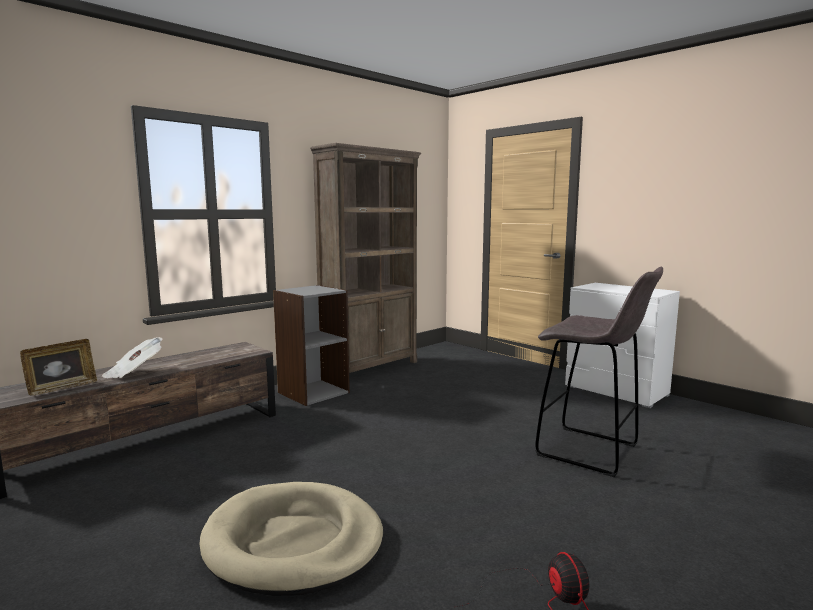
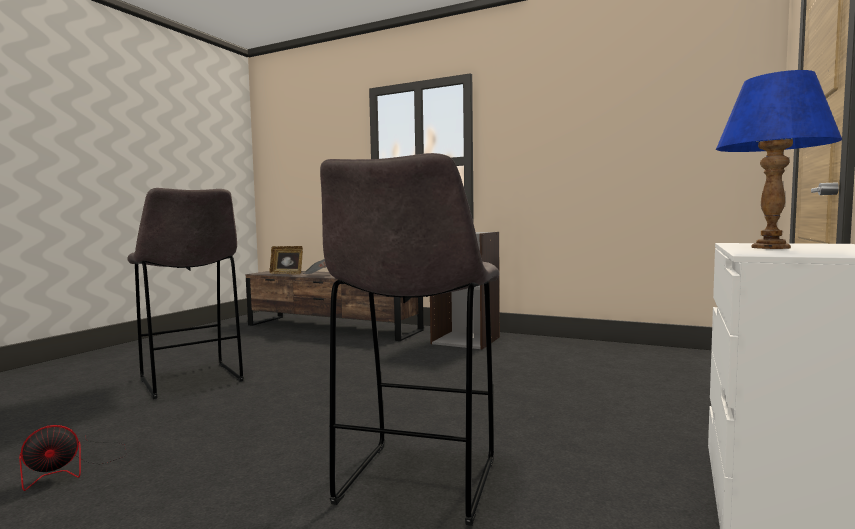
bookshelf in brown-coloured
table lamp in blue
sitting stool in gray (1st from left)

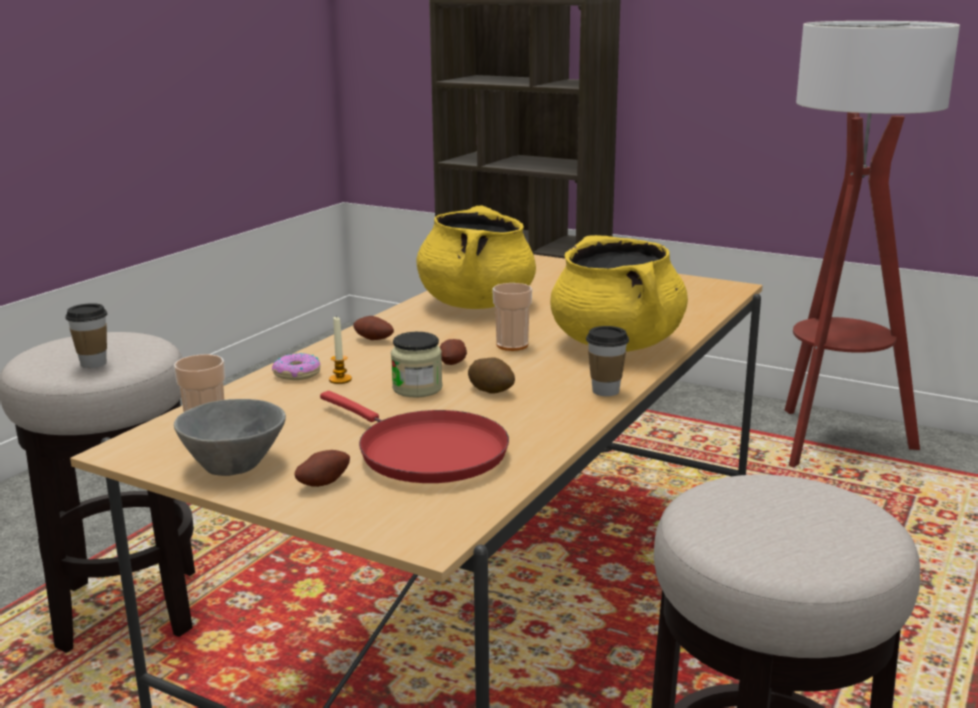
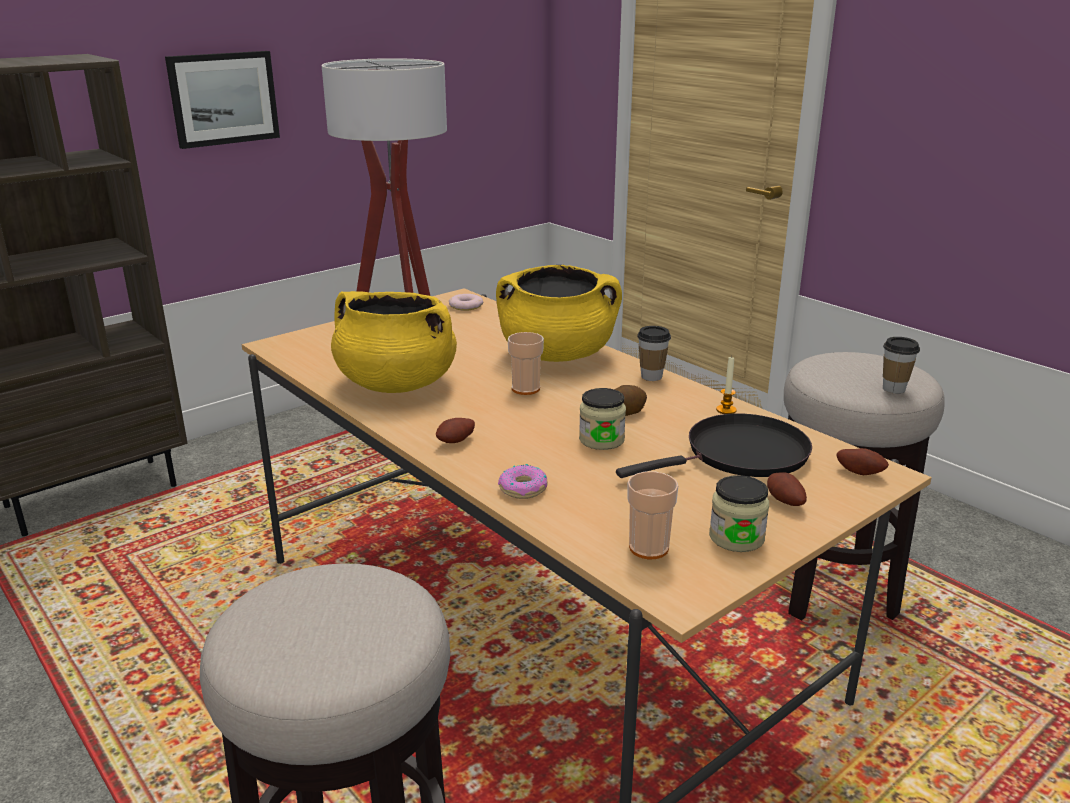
wall art
ring doughnut (1st from left)
cup (4th from left)
wax light
whole potato (4th from left)
jar (2nd from left)
pan in black

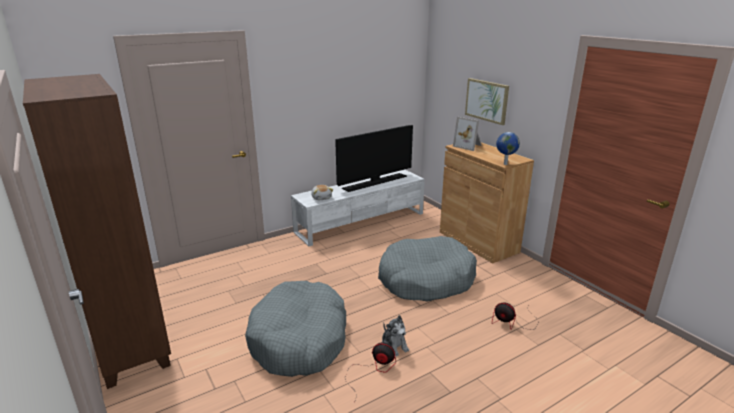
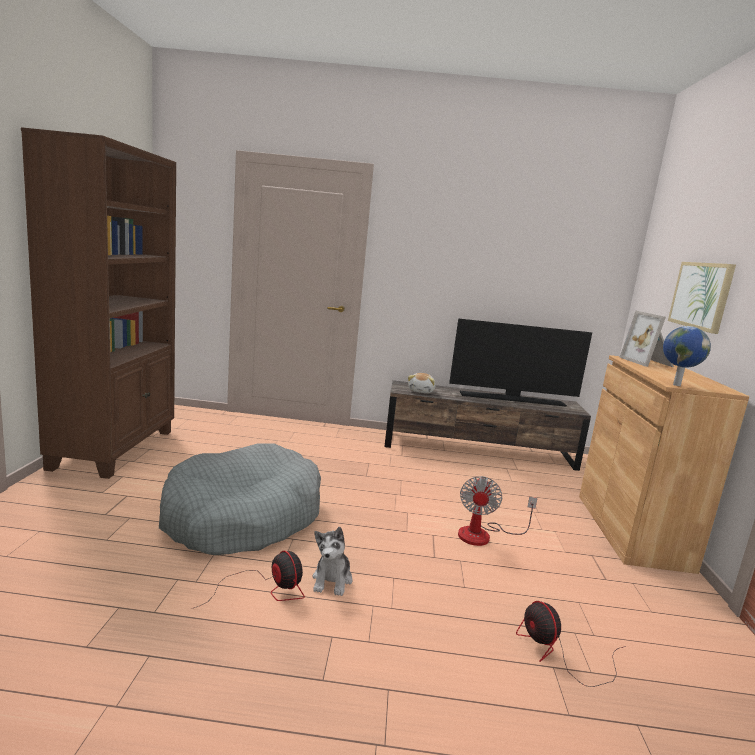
cooling fan (2nd from left)
tv stand in brown-coloured

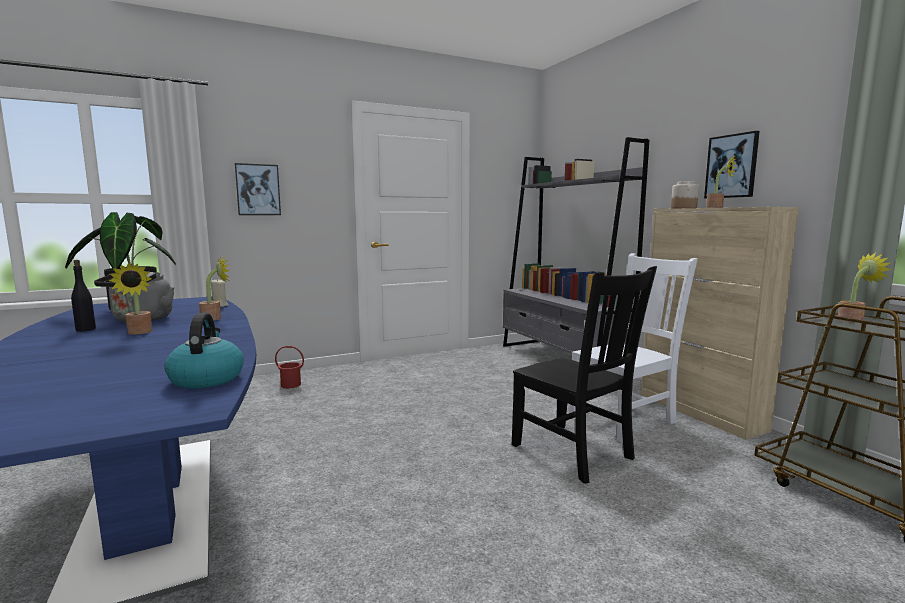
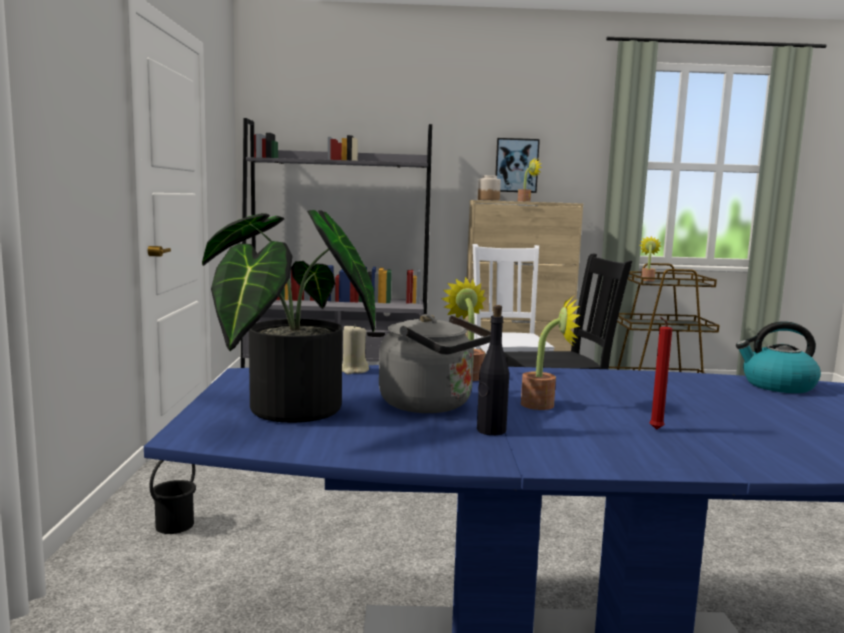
wall art (1st from left in the first image)
wax light in red
pail in black

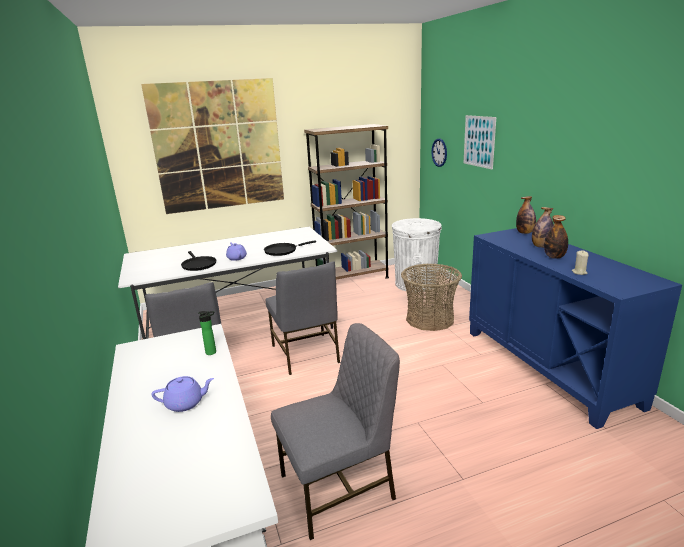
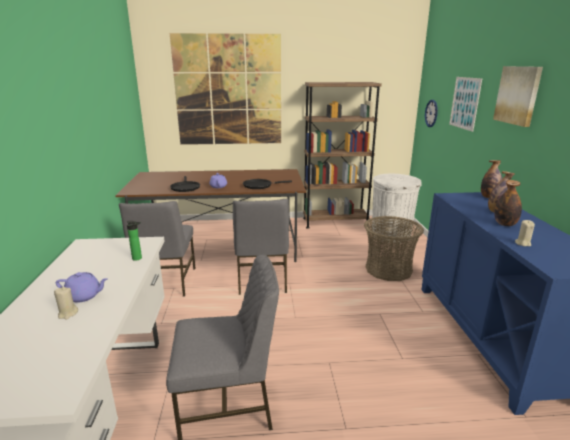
wax light in beige-coloured (1st from left)
wall art (3rd from left)
kitchen table in brown-coloured

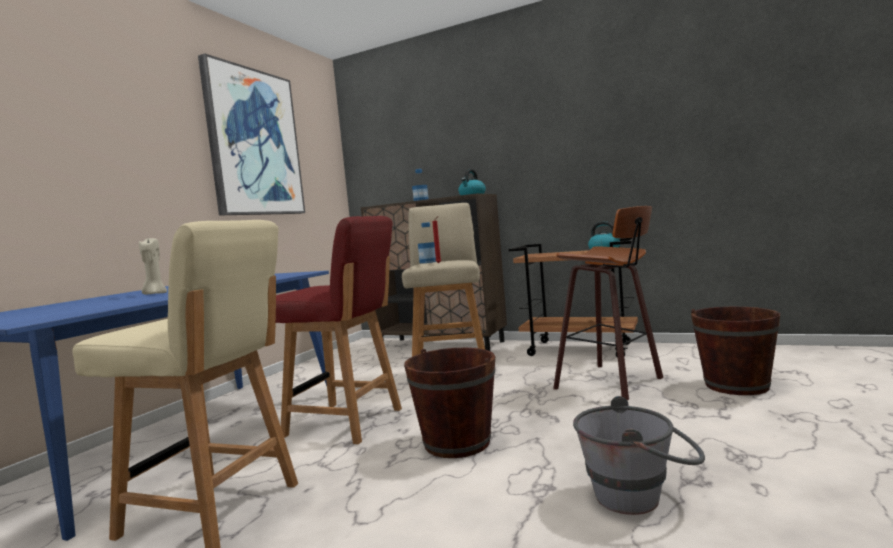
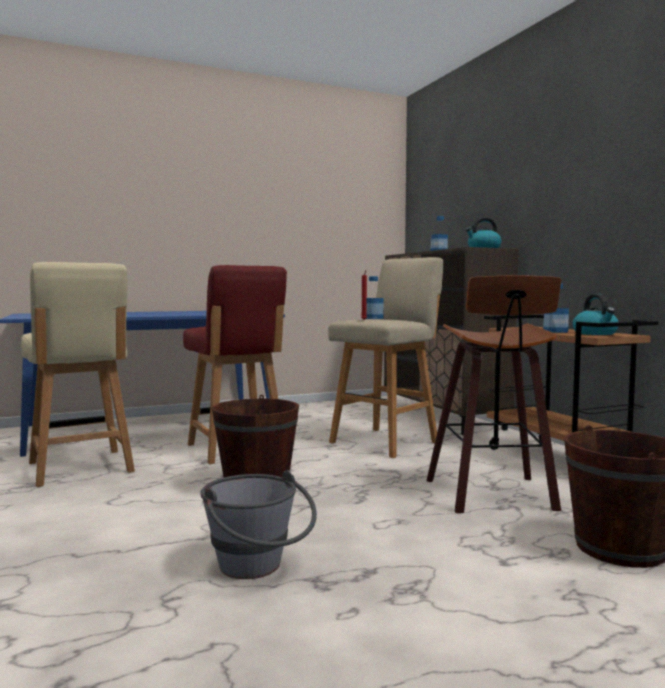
wax light in beige-coloured
wall art
drink bottle (3rd from left)

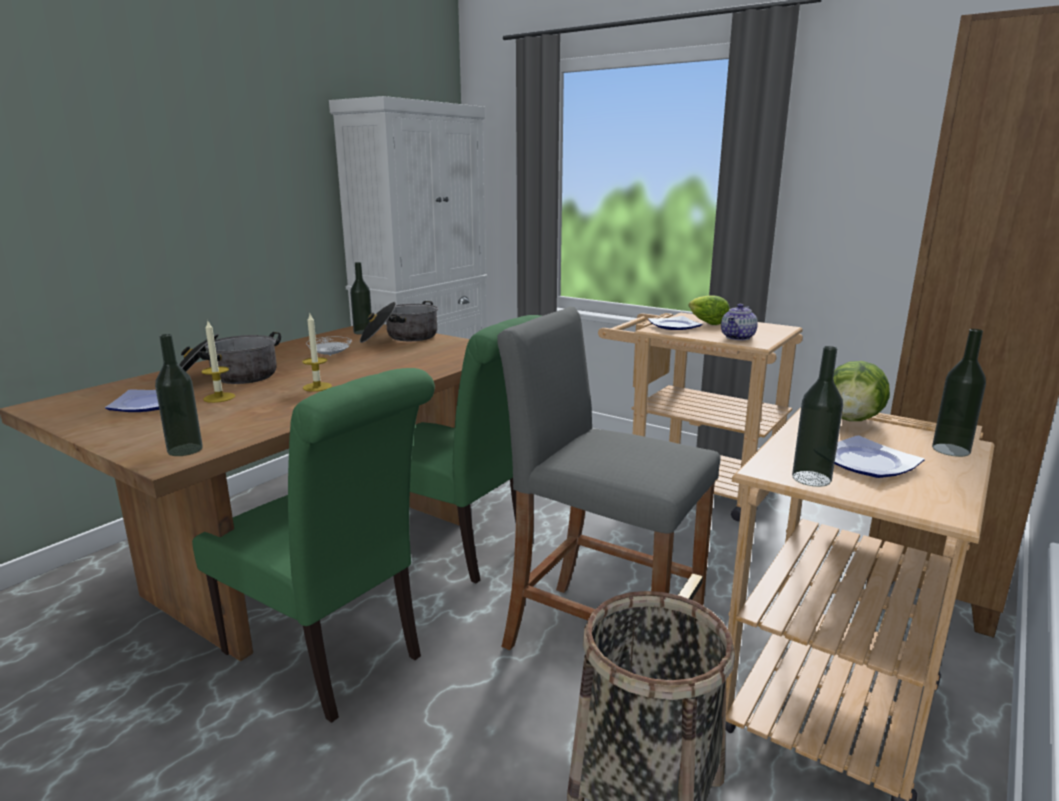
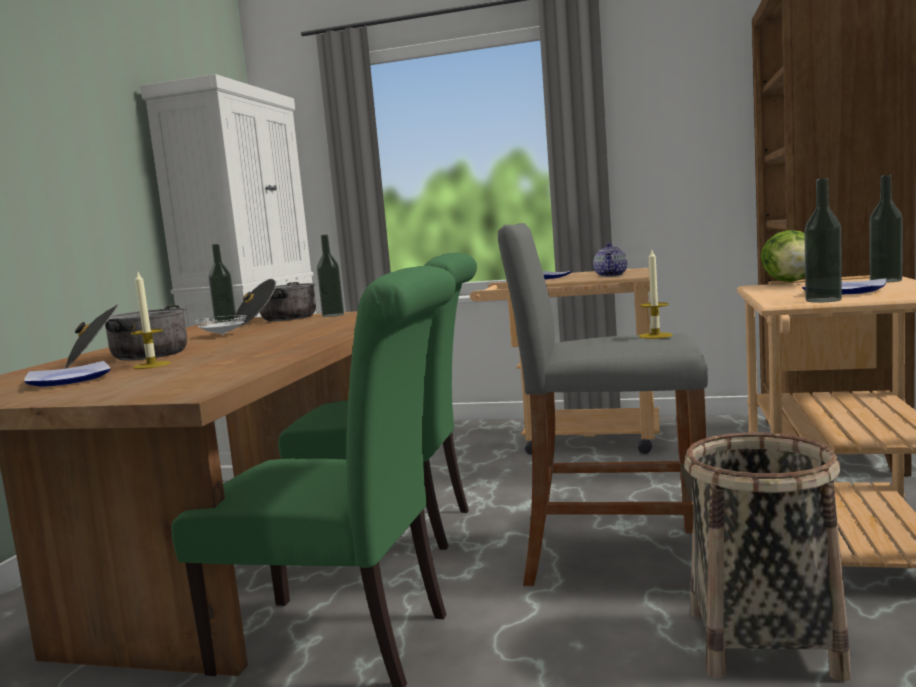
head of lettuce (1st from left in the first image)
drink bottle (2nd from left)
wax light (2nd from left)

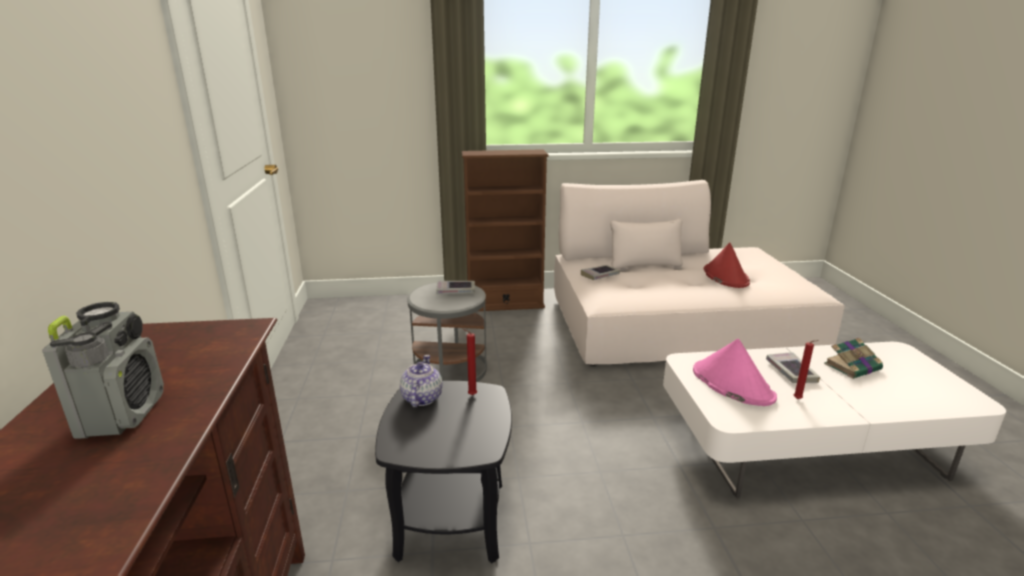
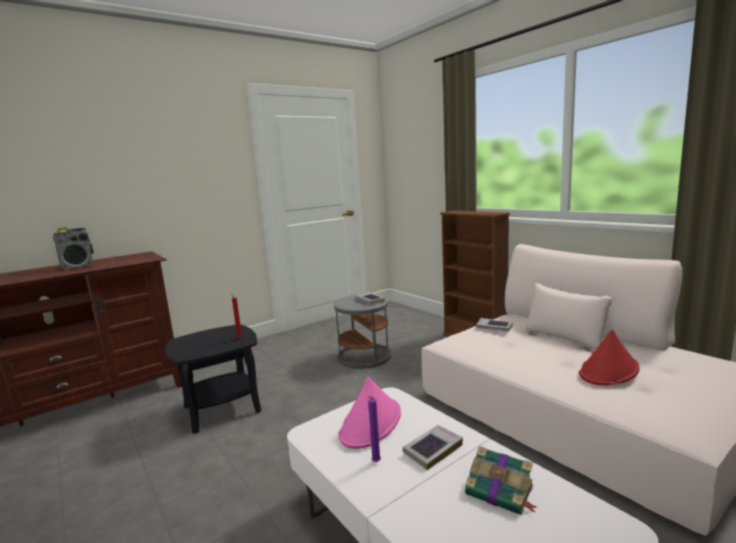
pot for tea
wax light in purple-coloured

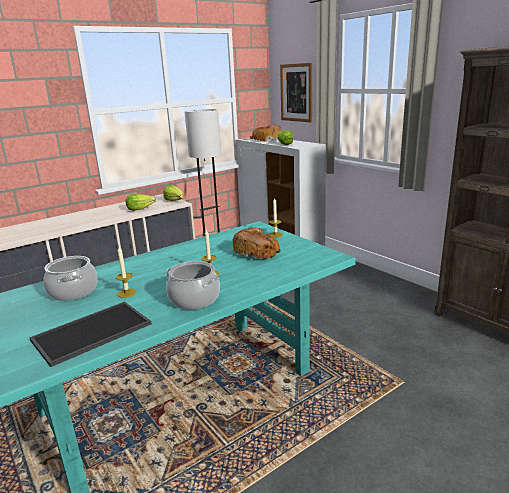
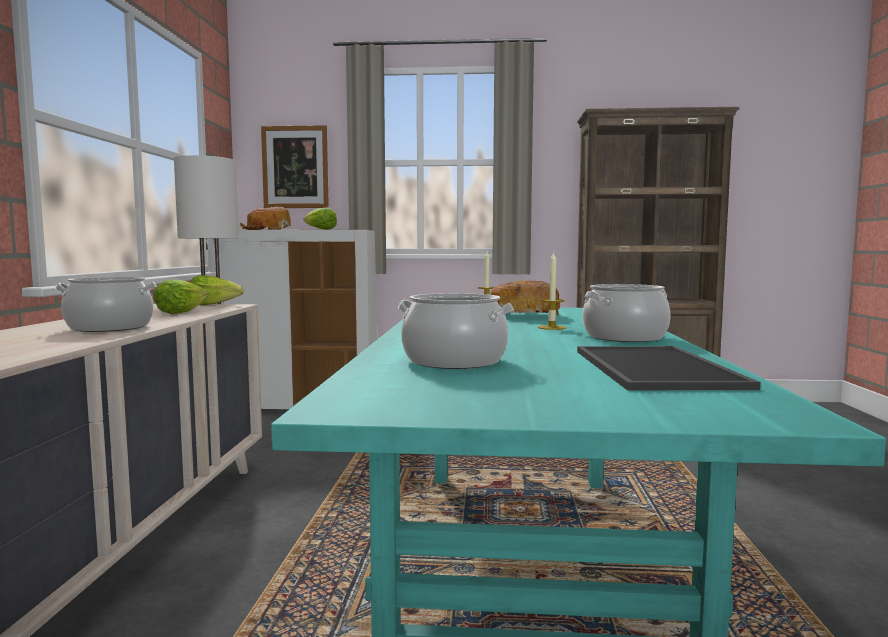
wax light (1st from left in the first image)
saucepot (1st from left)

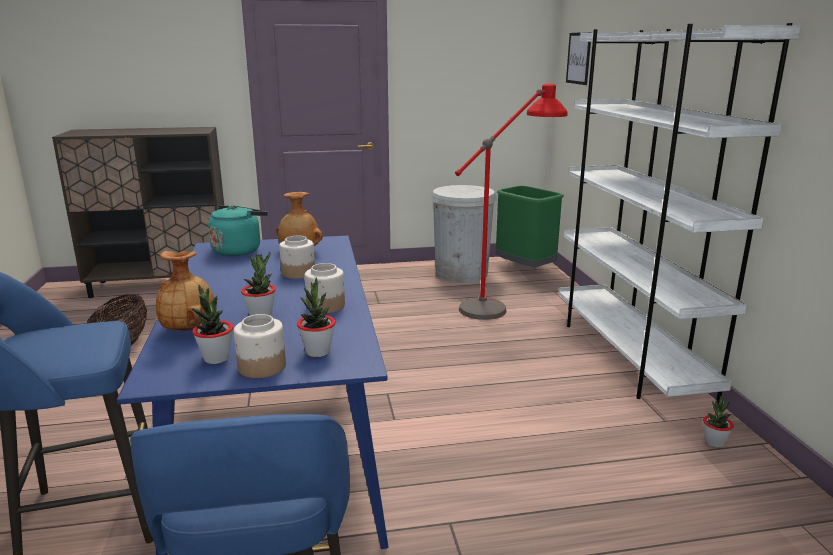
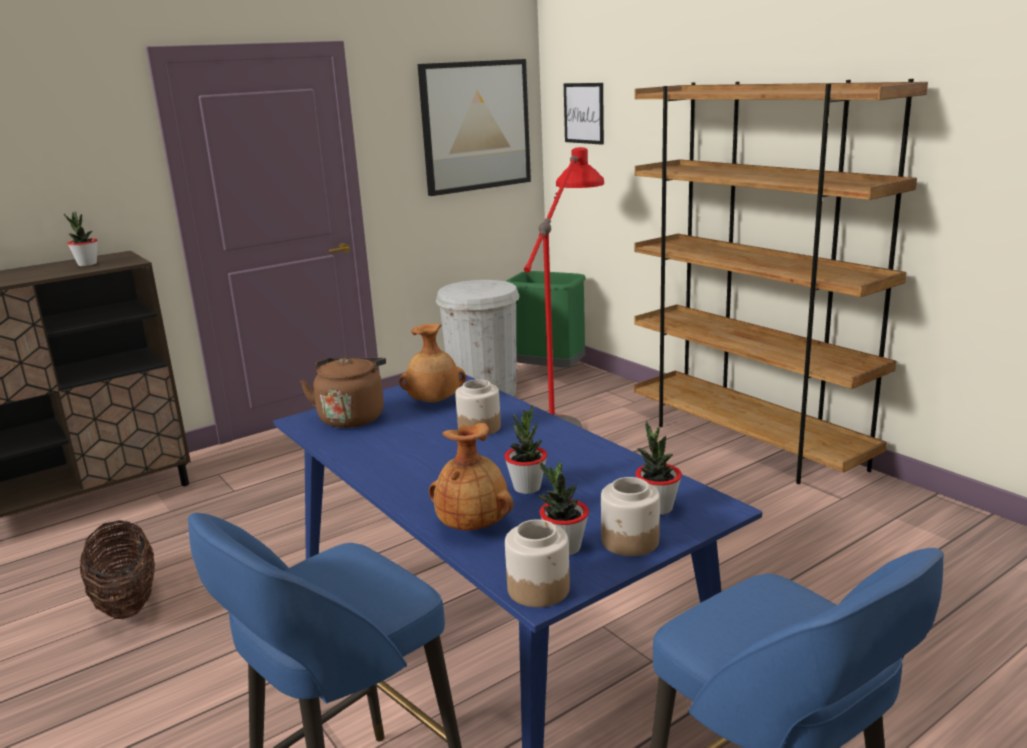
wall art (1st from left)
jar (2nd from left)
houseplant (1st from left)
kettle in brown-coloured
bookshelf in brown-coloured

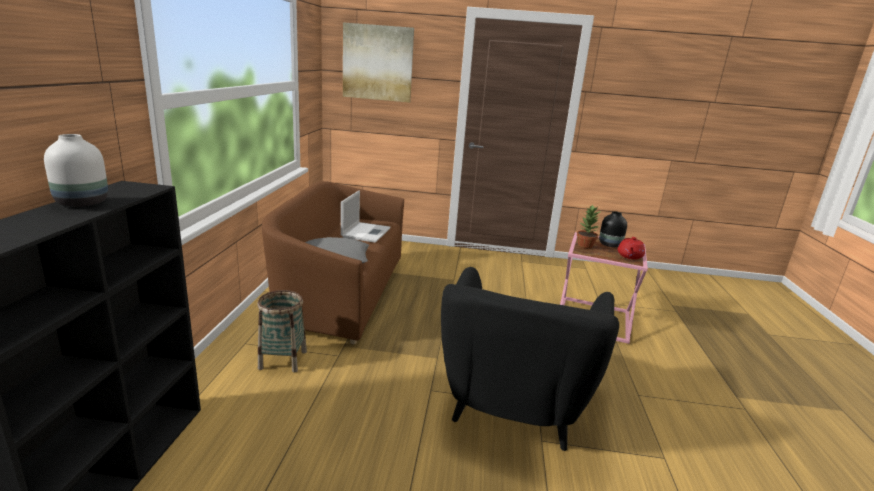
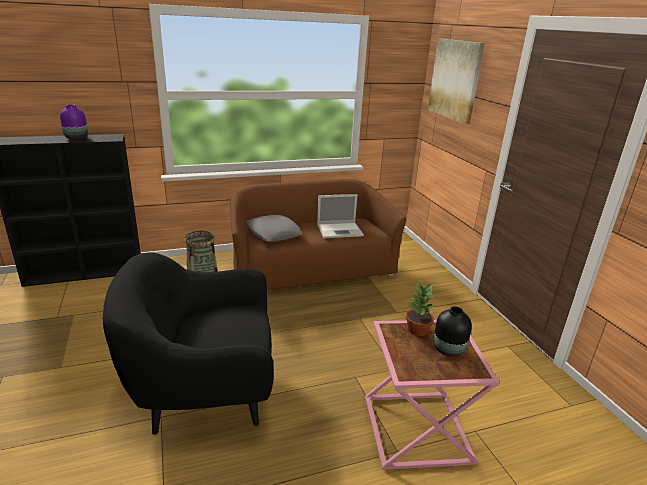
pot for tea in red
decorative vase in purple-coloured

